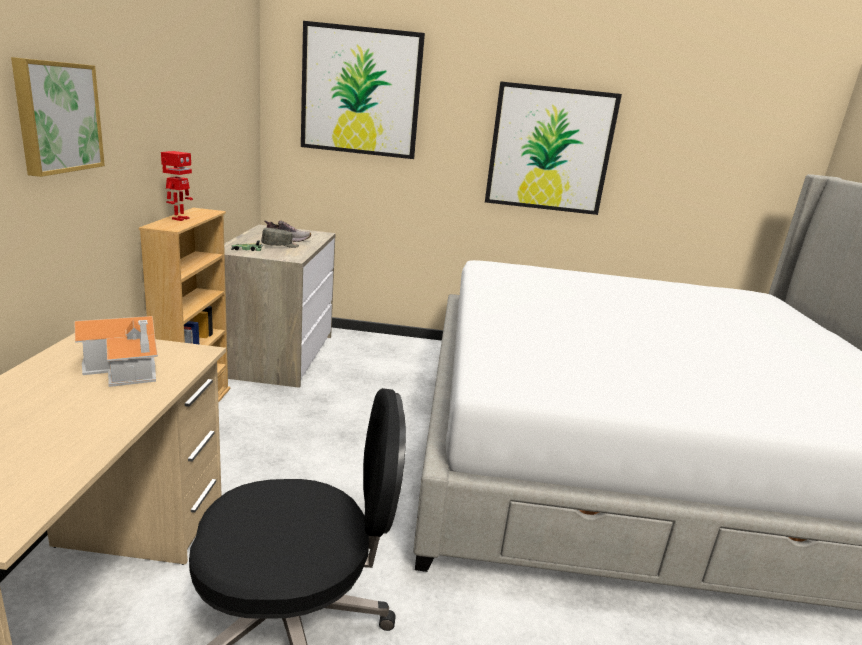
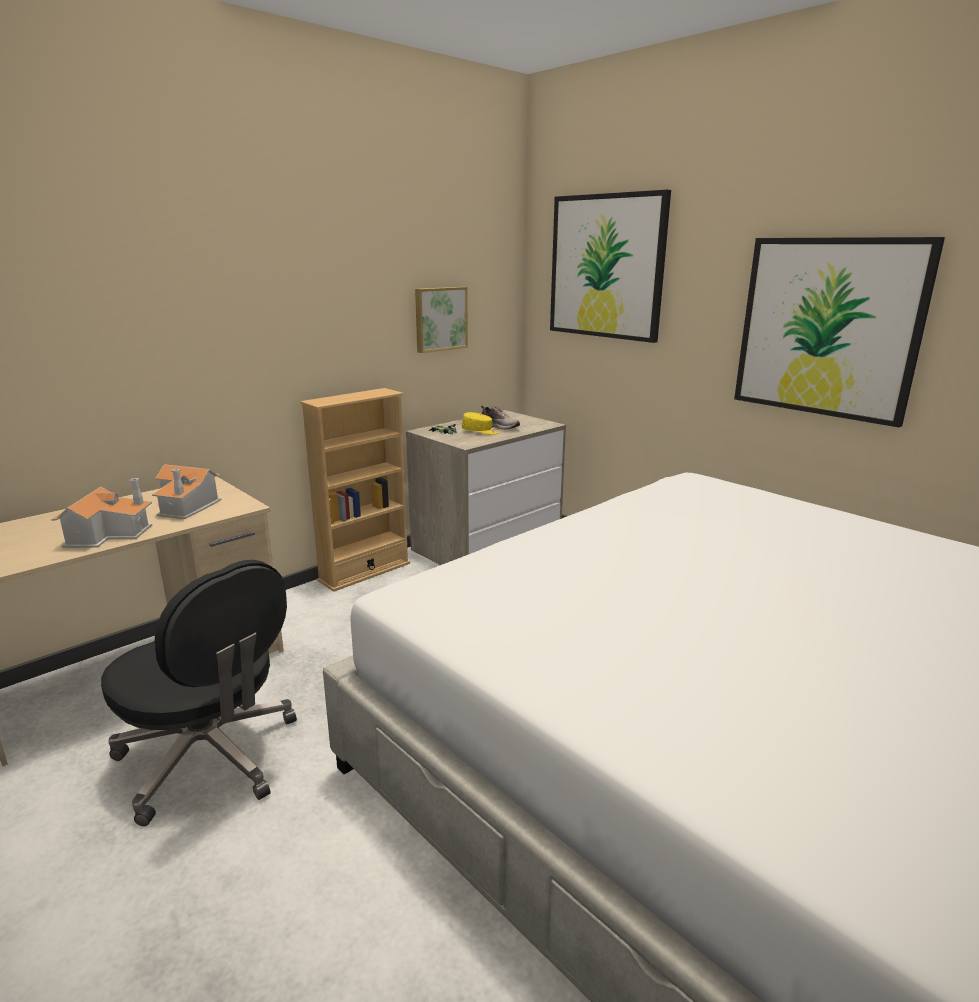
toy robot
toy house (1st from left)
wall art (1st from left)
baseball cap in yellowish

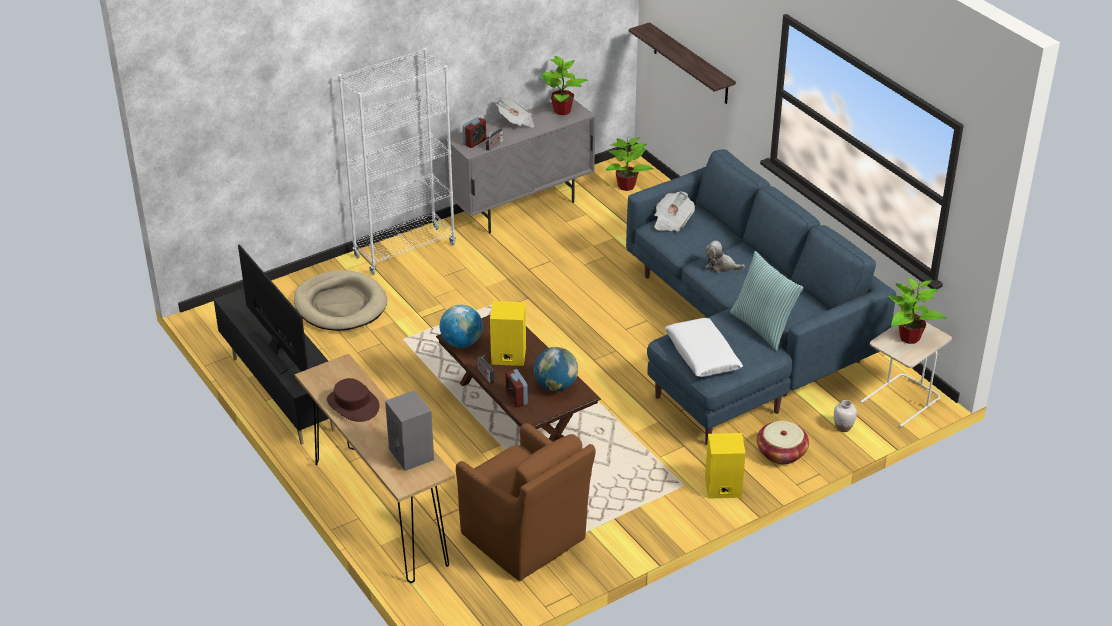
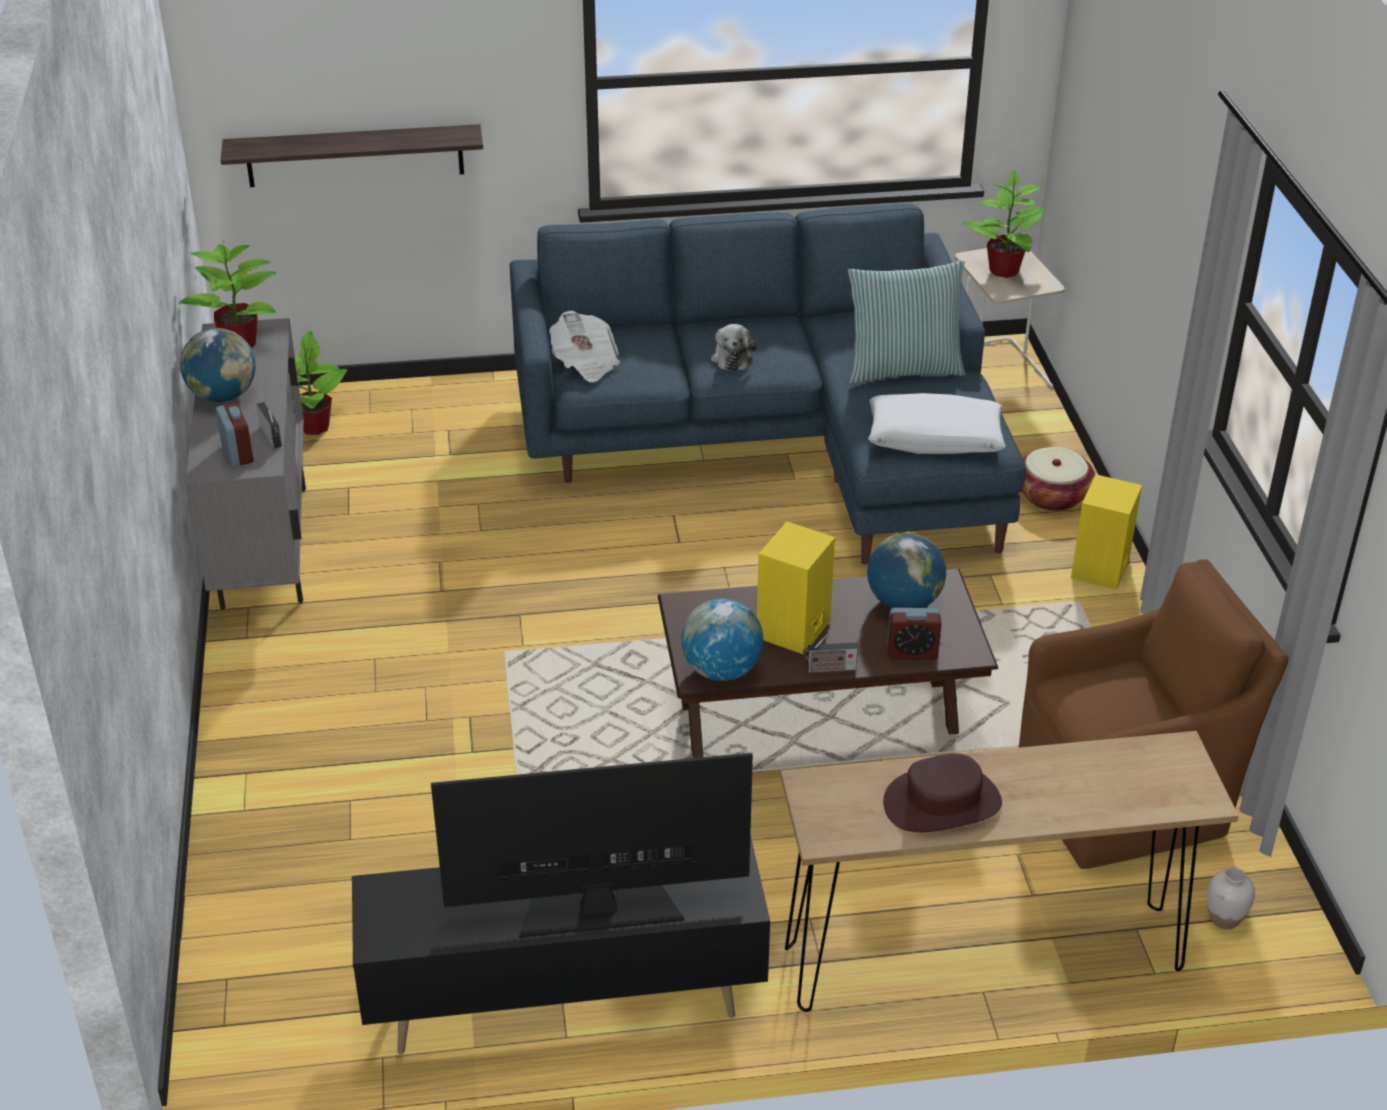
dog bed in beige-coloured
bookshelf in whitish
loudspeaker in gray
decorative vase in whitish
globe (1st from left)
cuddly toy

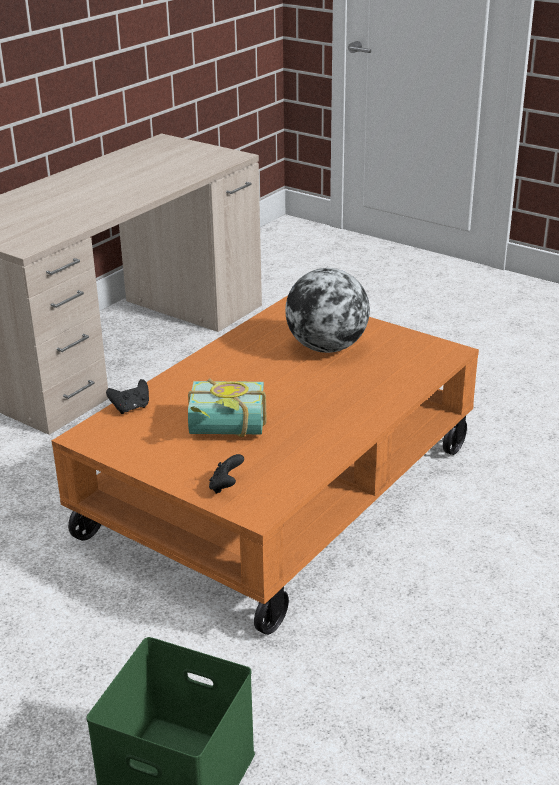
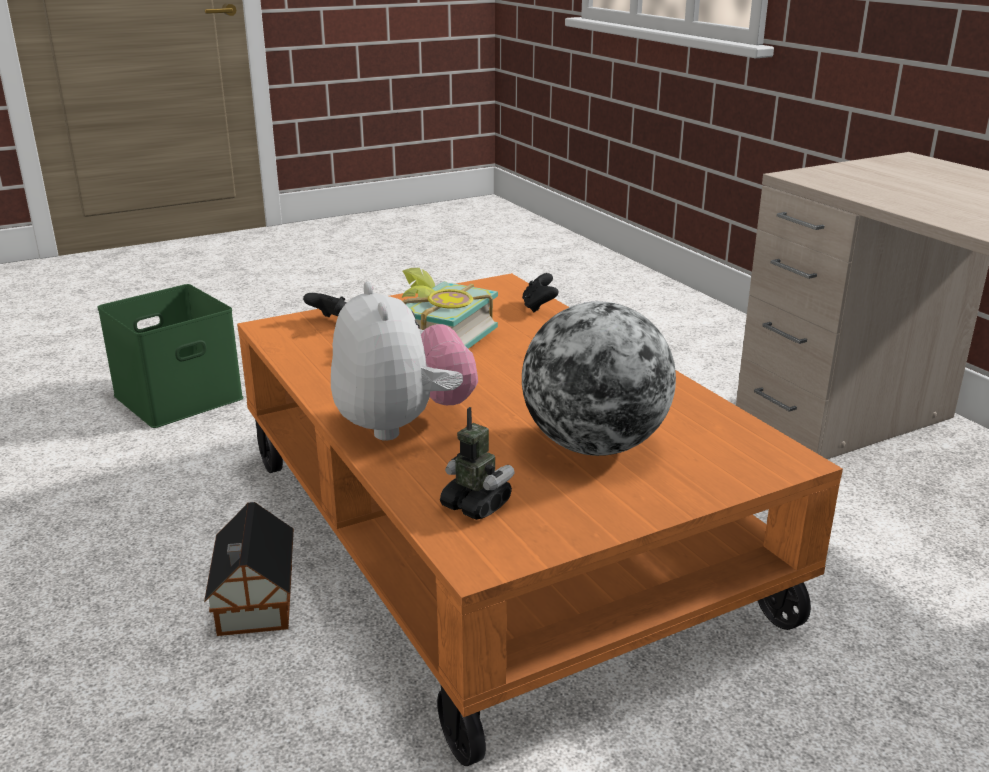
toy house
cuddly toy
toy robot

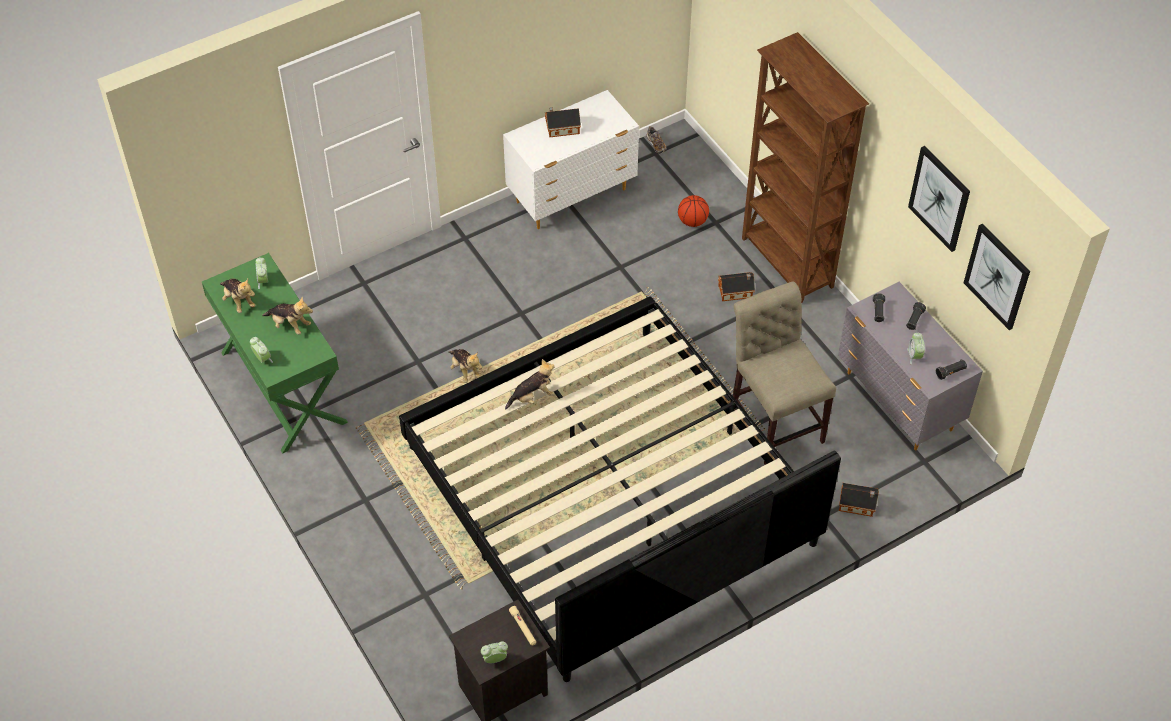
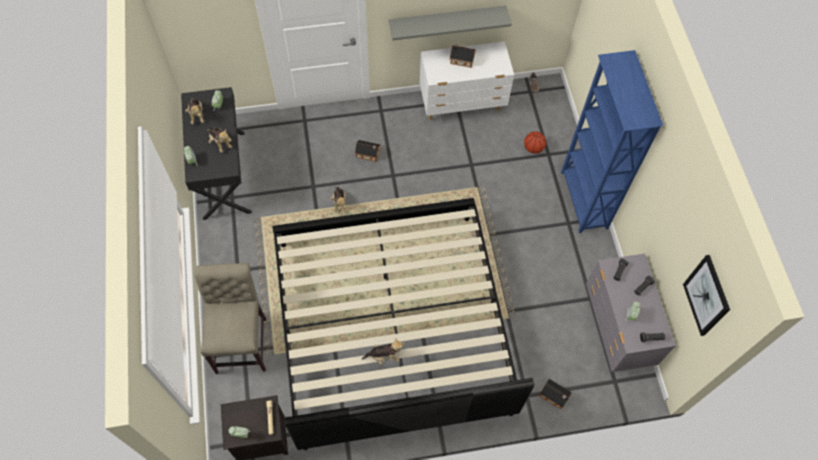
wall art (1st from left in the first image)
wall shelf in gray
cuddly toy (4th from left)
toy house (1st from left)
upright chair in beige-coloured
desk table in black
bookshelf in blue

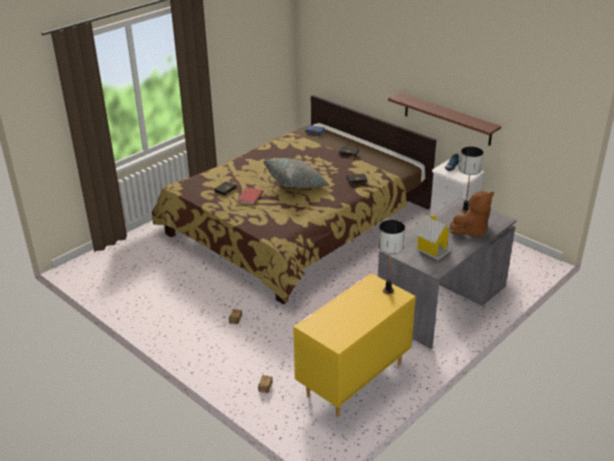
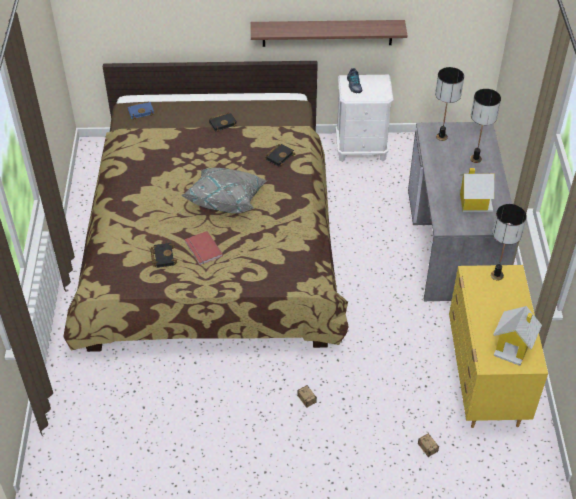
toy house (2nd from left)
table lamp (2nd from left)

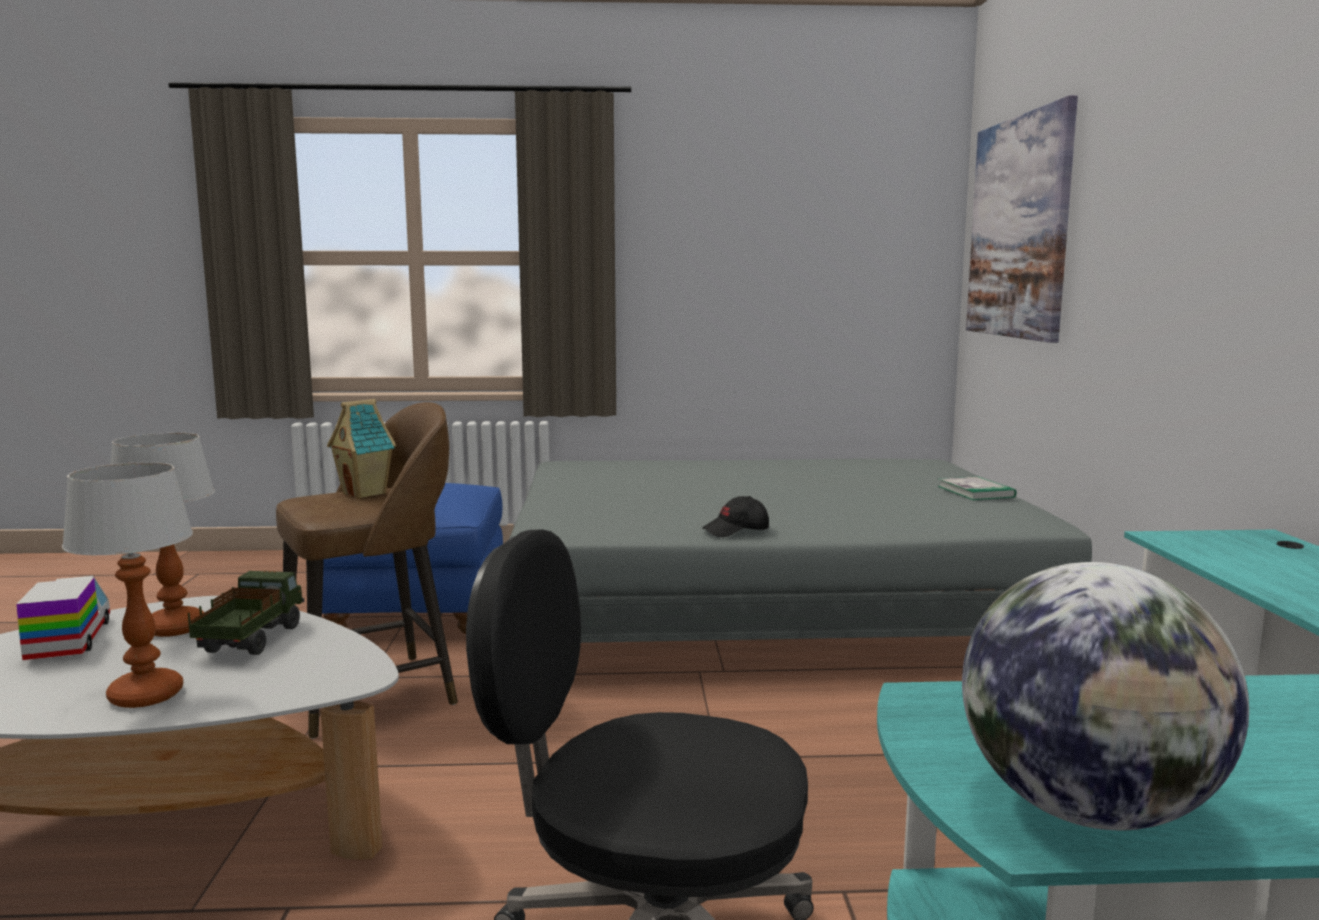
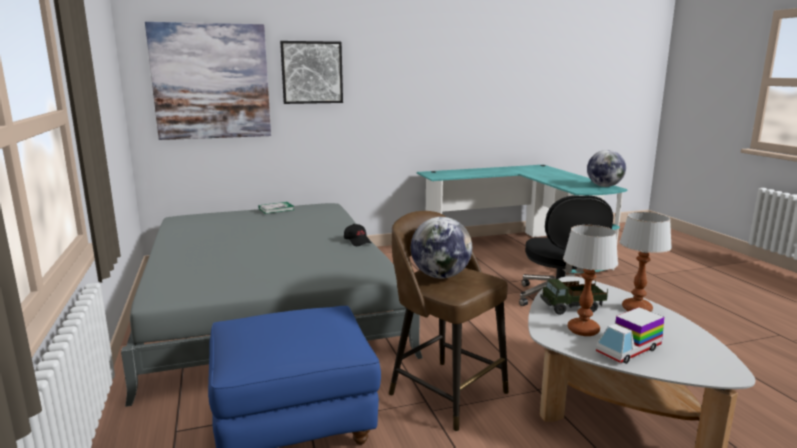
wall art (2nd from left)
globe (1st from left)

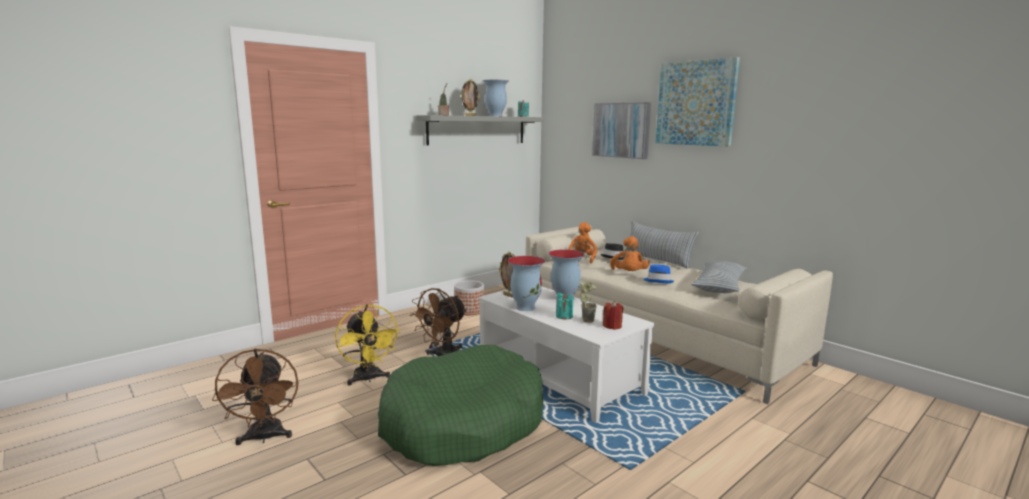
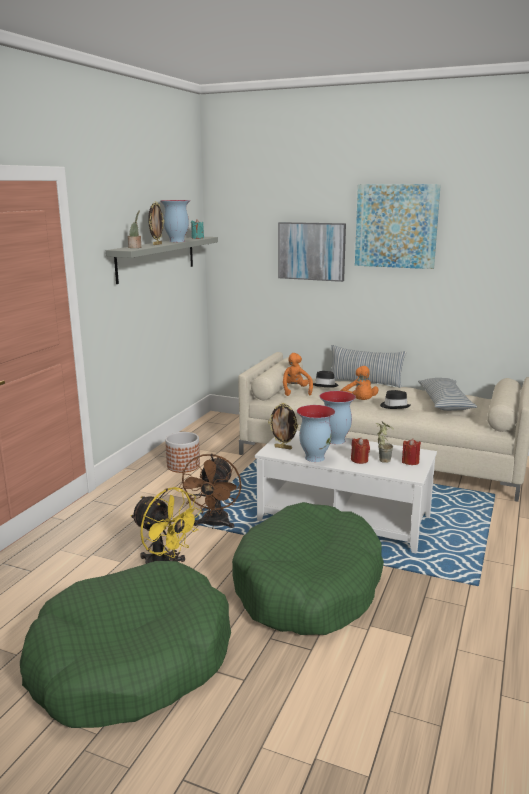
dog bed in greenish (1st from left)
wax light in red (1st from left)
clothing hat in black (2nd from left)

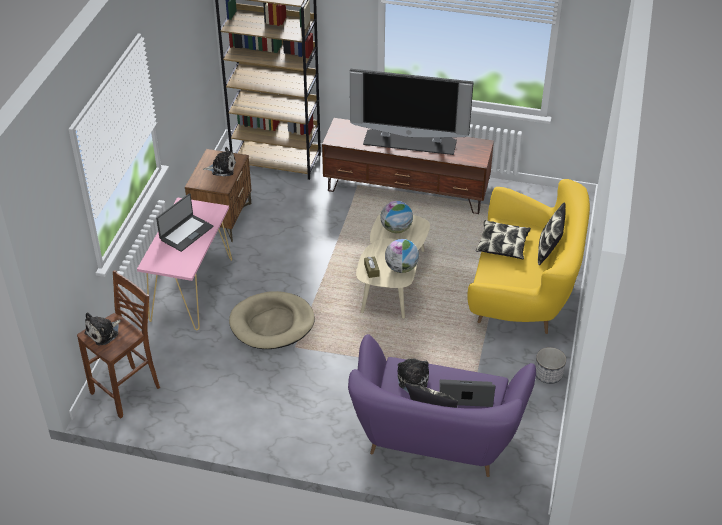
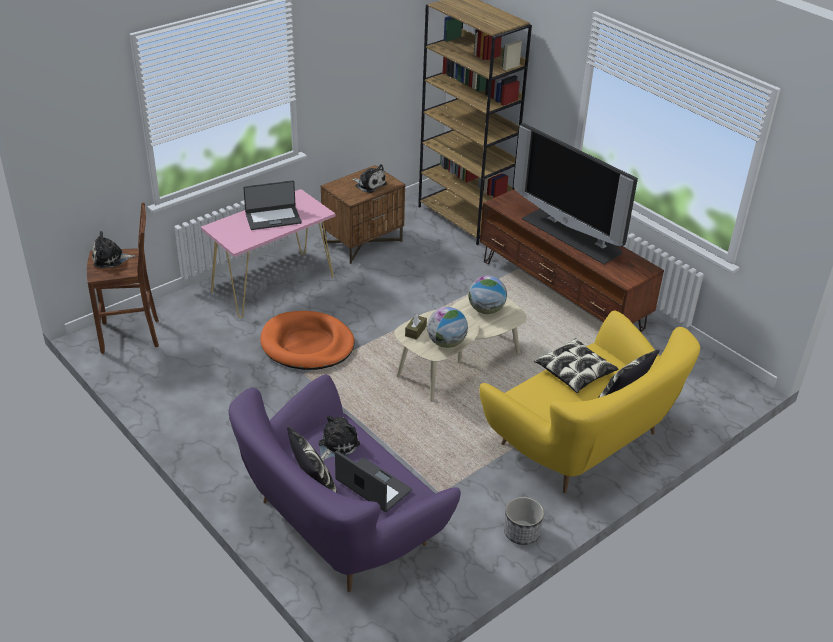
dog bed in orangey

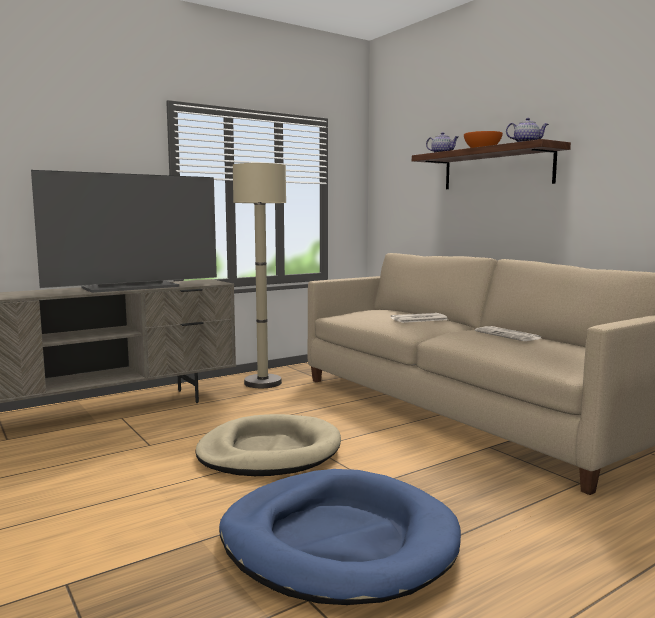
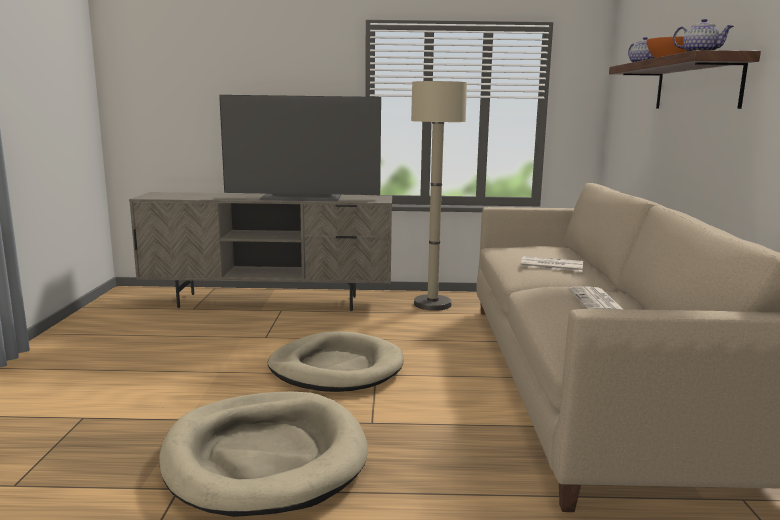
dog bed in beige-coloured (1st from left)

